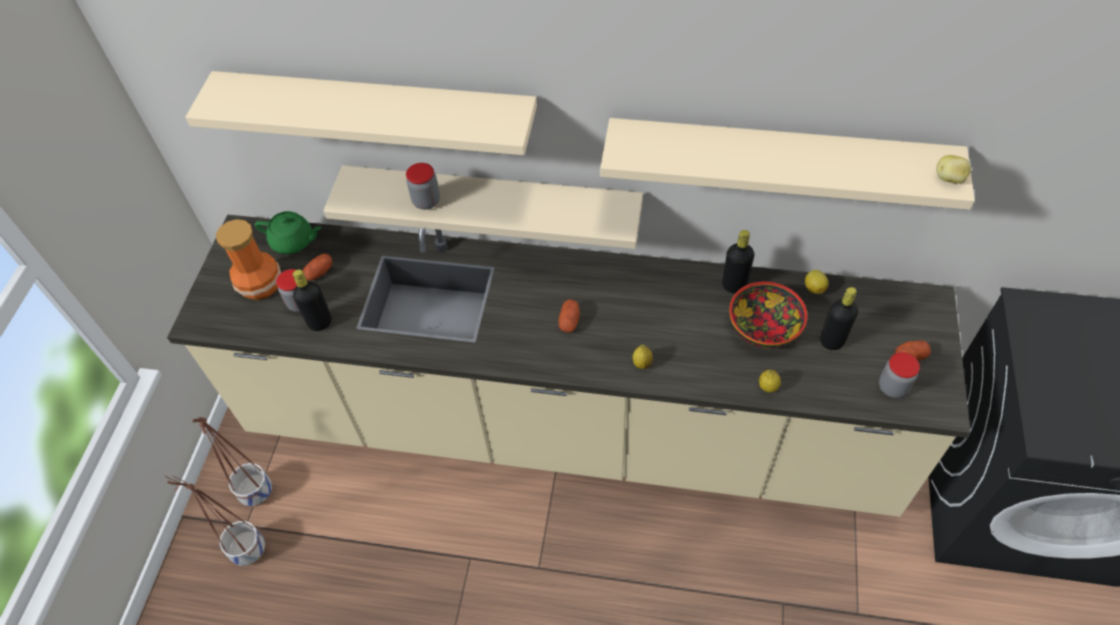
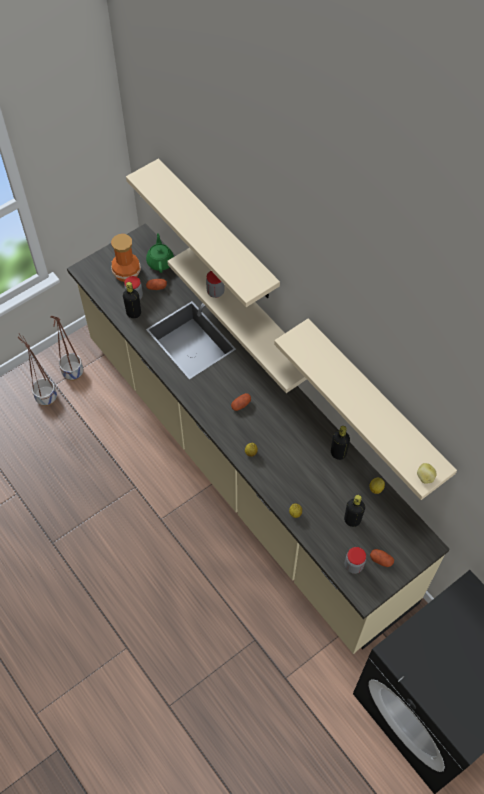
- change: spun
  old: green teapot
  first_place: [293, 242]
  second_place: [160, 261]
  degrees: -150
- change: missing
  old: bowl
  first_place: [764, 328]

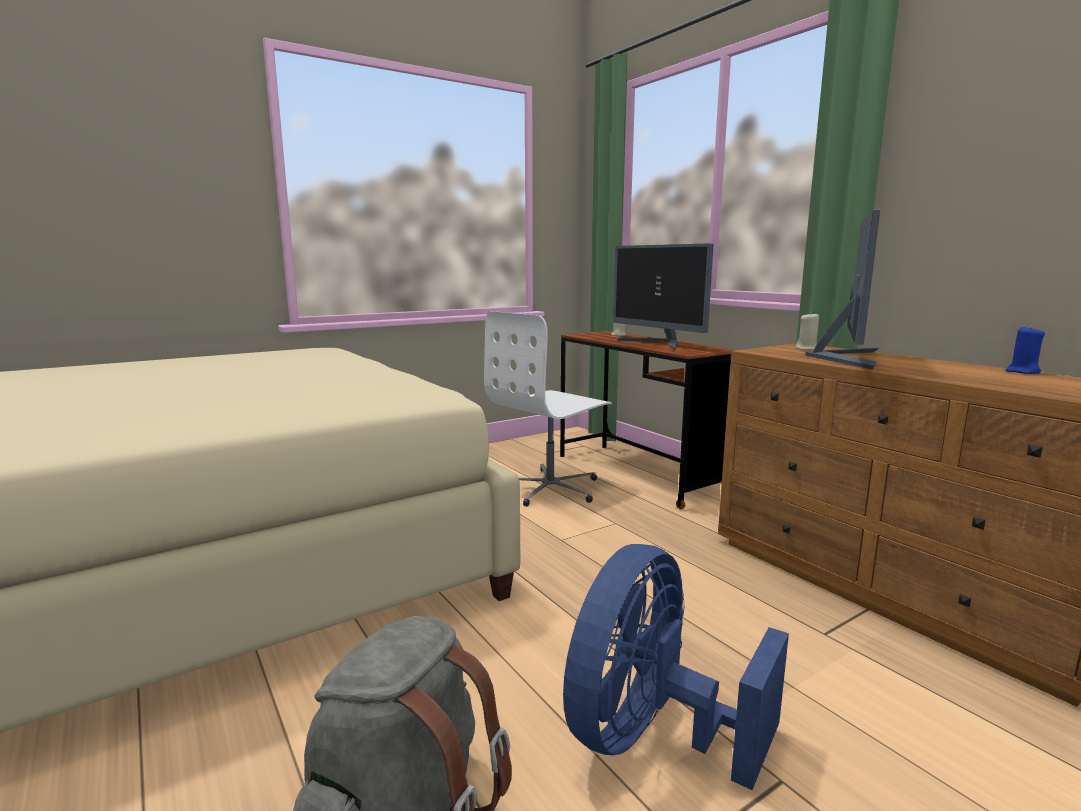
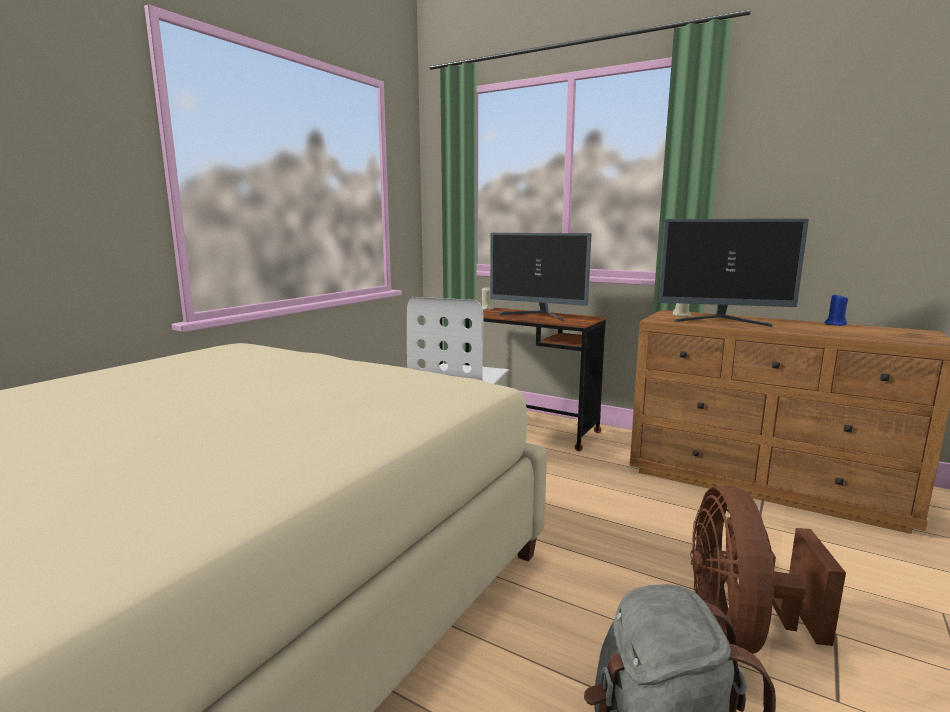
- change: spun
  old: monitor
  first_place: [845, 357]
  second_place: [722, 321]
  degrees: 105
- change: colour
  old: blue fan
  new: brown fan
  first_place: [653, 736]
  second_place: [740, 632]

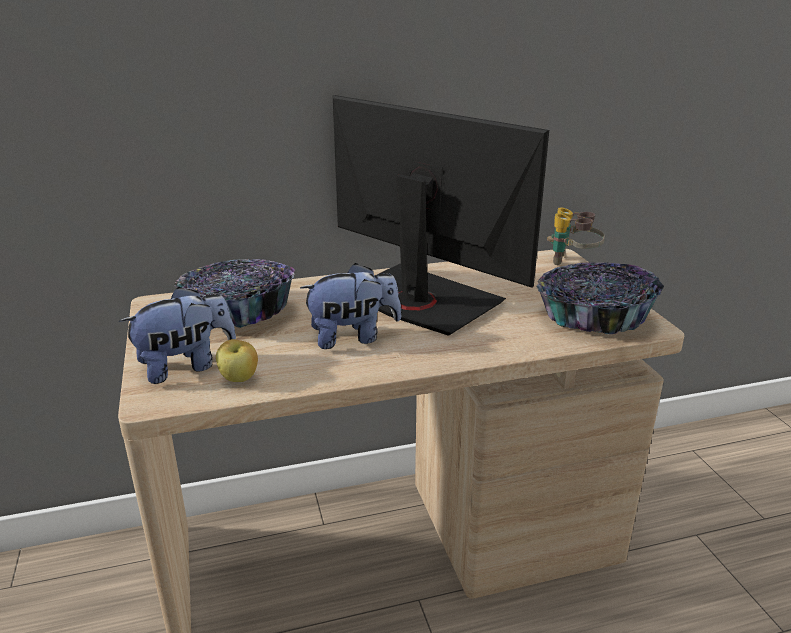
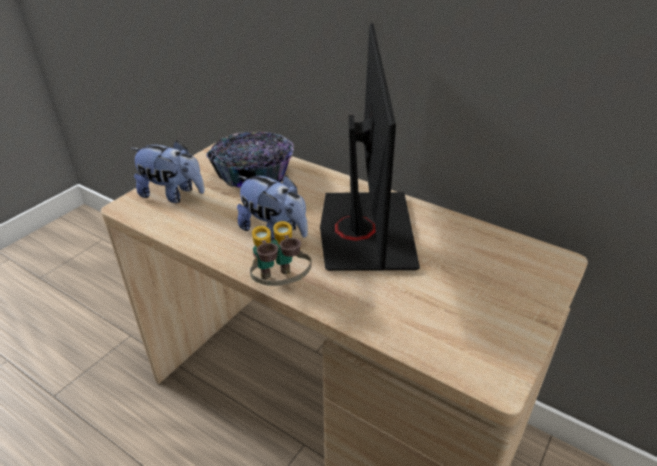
- change: relocated
  old: binoculars
  first_place: [572, 262]
  second_place: [280, 285]
- change: missing
  old: bowl
  first_place: [594, 317]
- change: missing
  old: apple
  first_place: [239, 379]

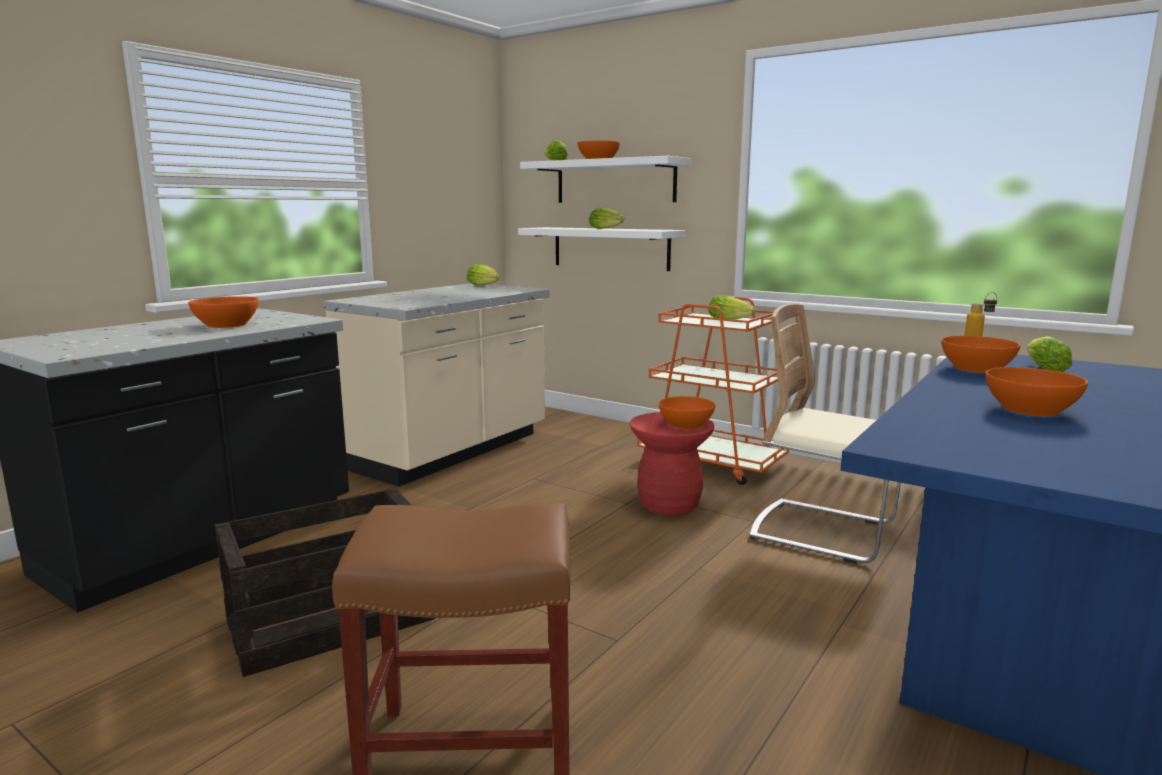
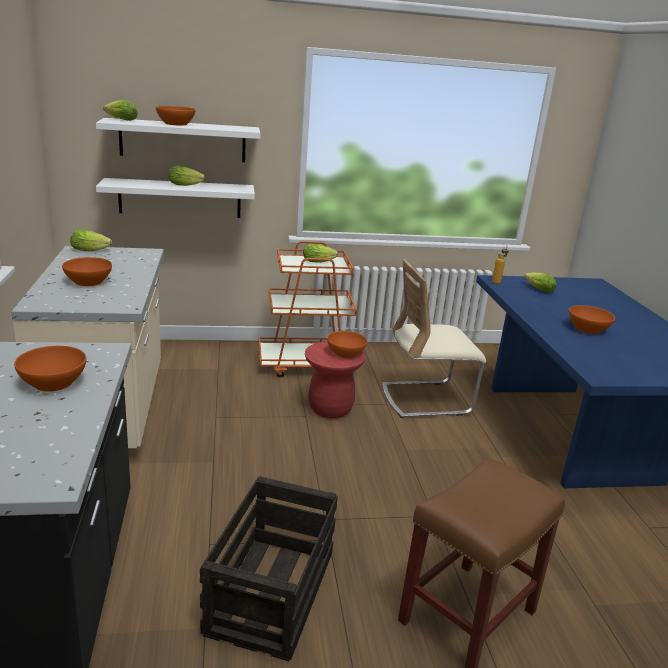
- change: relocated
  old: orange bowl
  first_place: [976, 368]
  second_place: [88, 282]

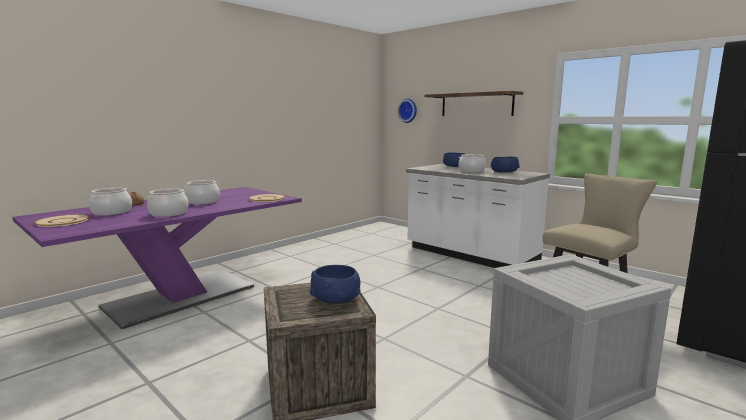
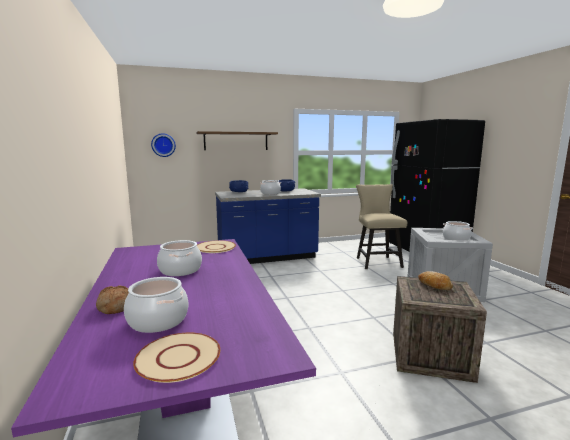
- change: colour
  old: white counter
  new: blue counter
  first_place: [470, 255]
  second_place: [267, 257]
- change: relocated
  old: cooking pot
  first_place: [169, 213]
  second_place: [455, 239]
- change: exchanged
  old: blue bowl
  new: bread
  first_place: [335, 297]
  second_place: [434, 285]

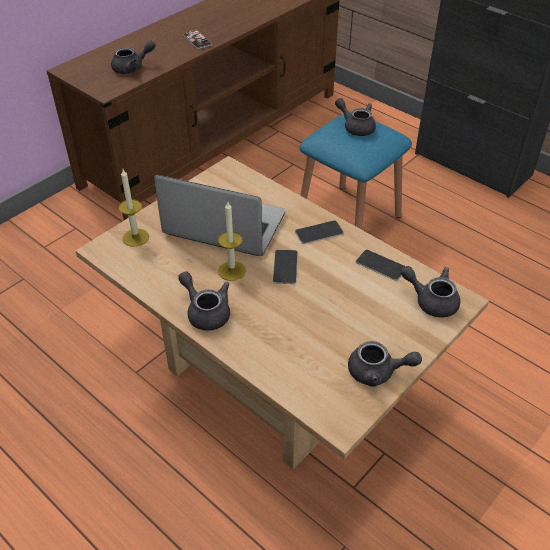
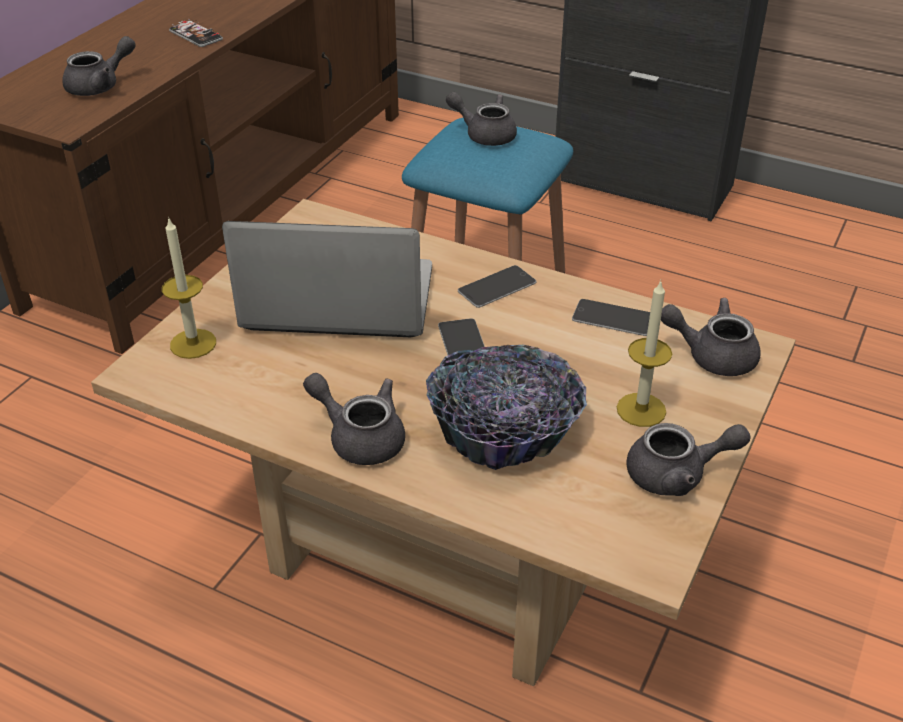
- change: relocated
  old: candle
  first_place: [232, 271]
  second_place: [641, 410]
- change: appeared
  new: bowl
  second_place: [505, 430]

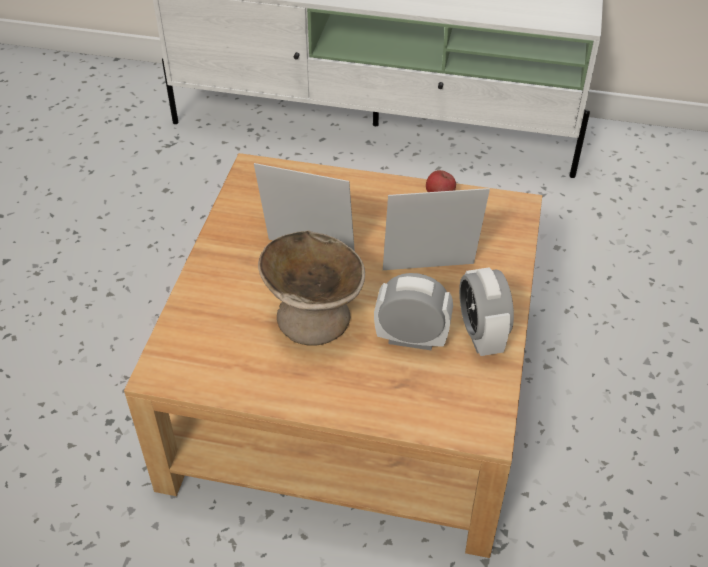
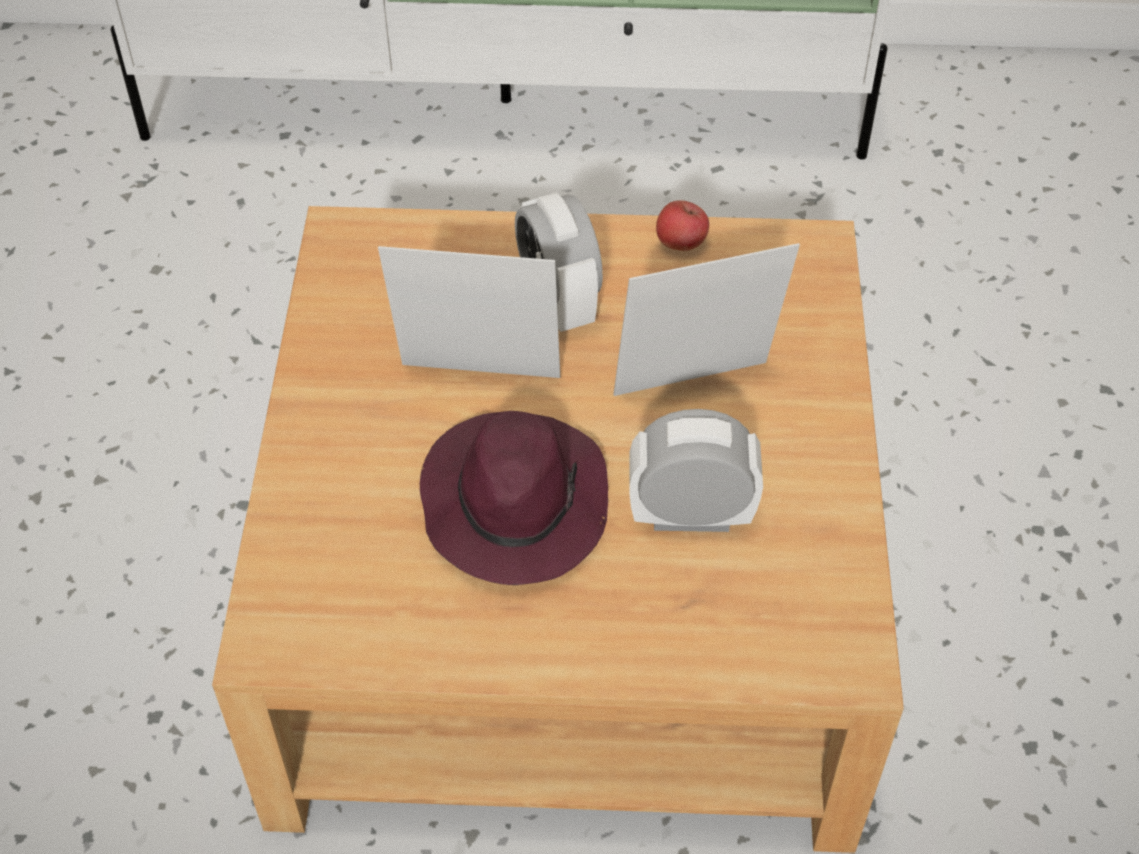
- change: exchanged
  old: beige bowl
  new: purple hat
  first_place: [313, 318]
  second_place: [514, 502]
- change: relocated
  old: alarm clock
  first_place: [481, 335]
  second_place: [558, 301]

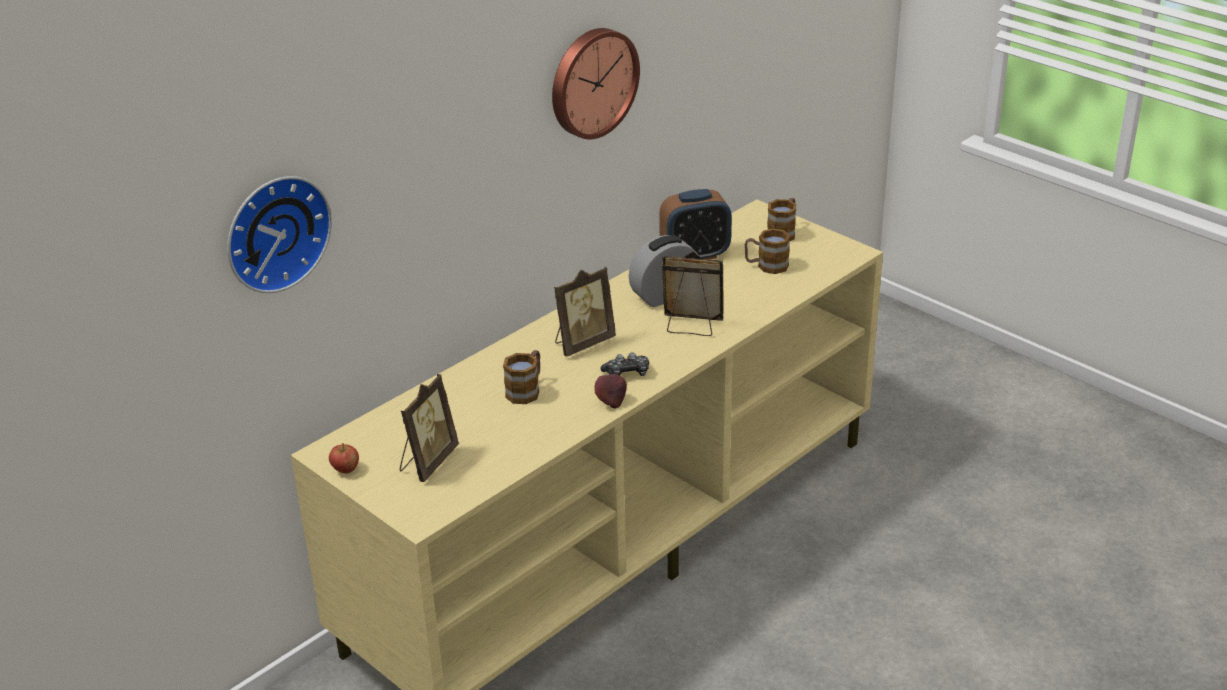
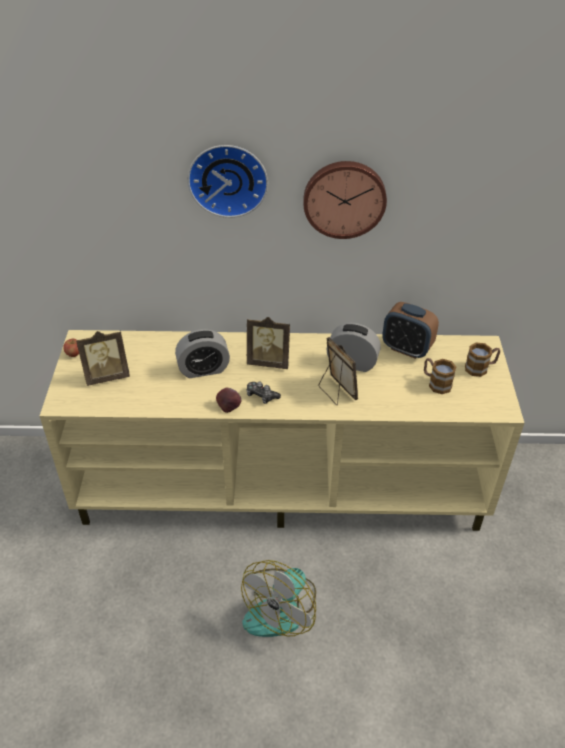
- change: relocated
  old: wall clock
  first_place: [274, 231]
  second_place: [228, 179]
- change: exchanged
  old: mug
  new: alarm clock
  first_place: [526, 390]
  second_place: [203, 369]
- change: appeared
  new: fan
  second_place: [281, 607]

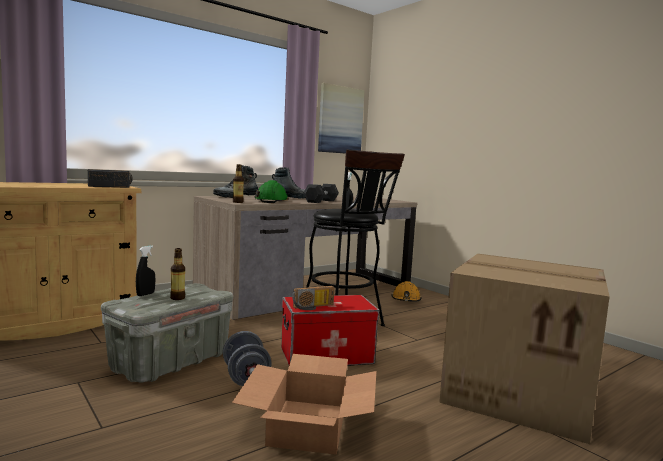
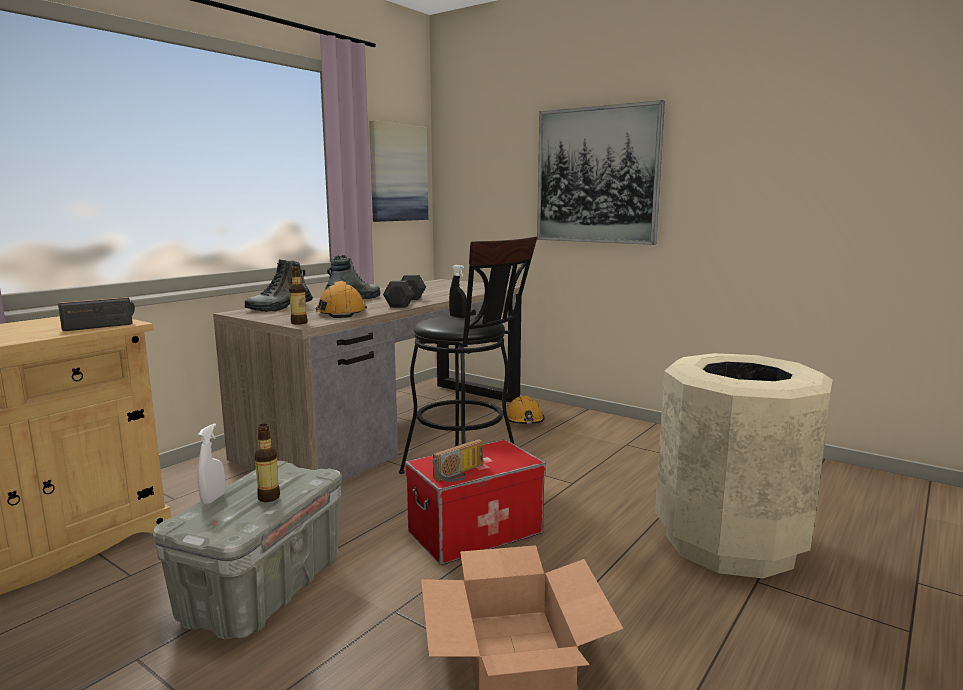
- change: colour
  old: green hard hat
  new: orange hard hat
  first_place: [271, 201]
  second_place: [341, 312]
- change: colour
  old: black spray bottle
  new: white spray bottle
  first_place: [145, 294]
  second_place: [213, 499]
- change: exchanged
  old: cardboard box
  new: beige trash can
  first_place: [520, 393]
  second_place: [730, 542]
- change: missing
  old: grey dumbbell
  first_place: [245, 377]
- change: appeared
  new: picture
  second_place: [597, 175]

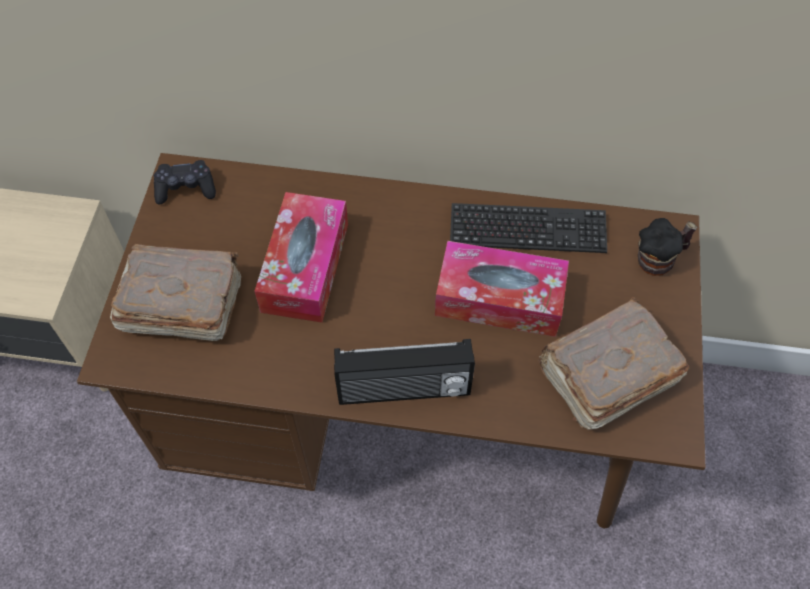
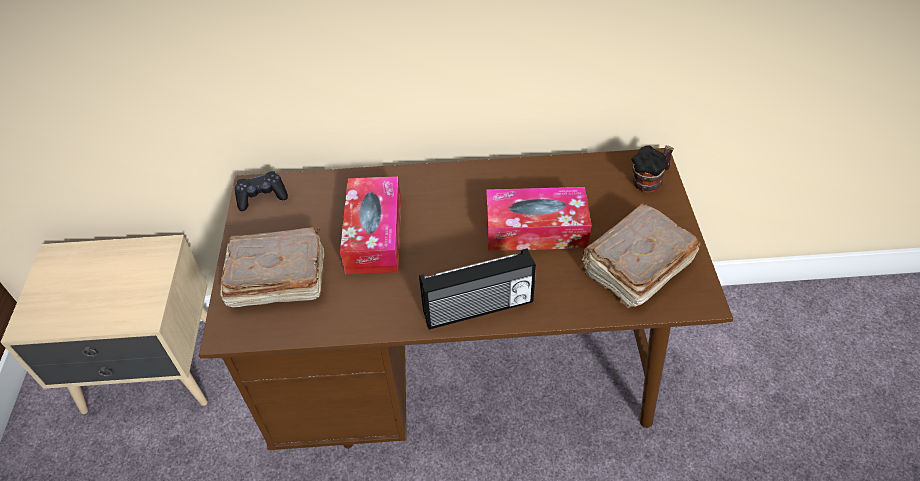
- change: missing
  old: keyboard
  first_place: [527, 230]

